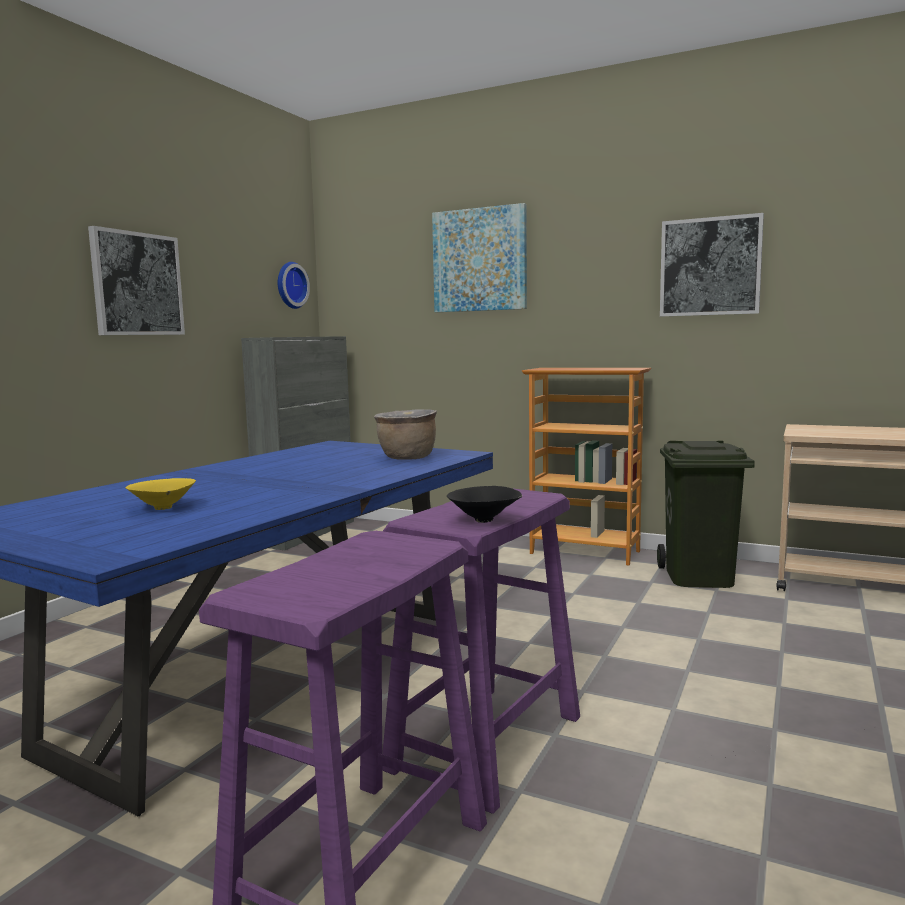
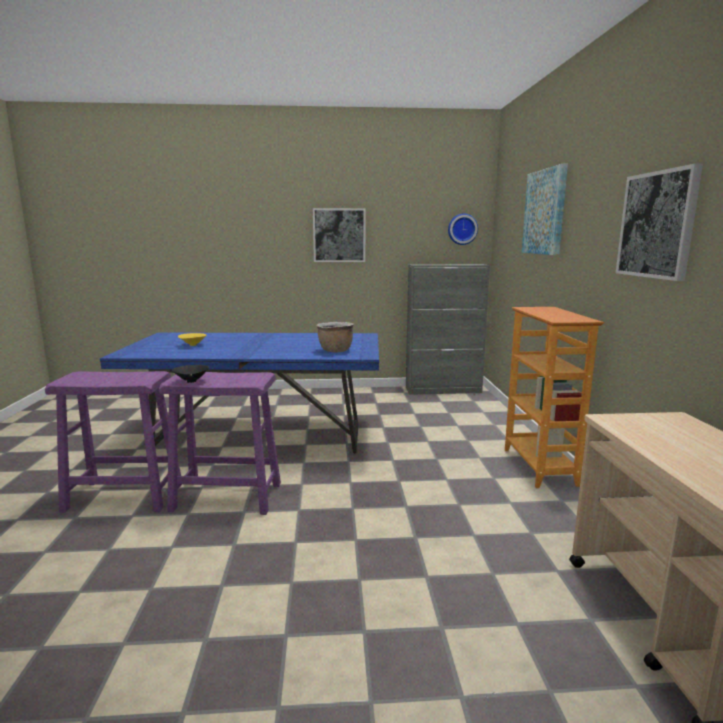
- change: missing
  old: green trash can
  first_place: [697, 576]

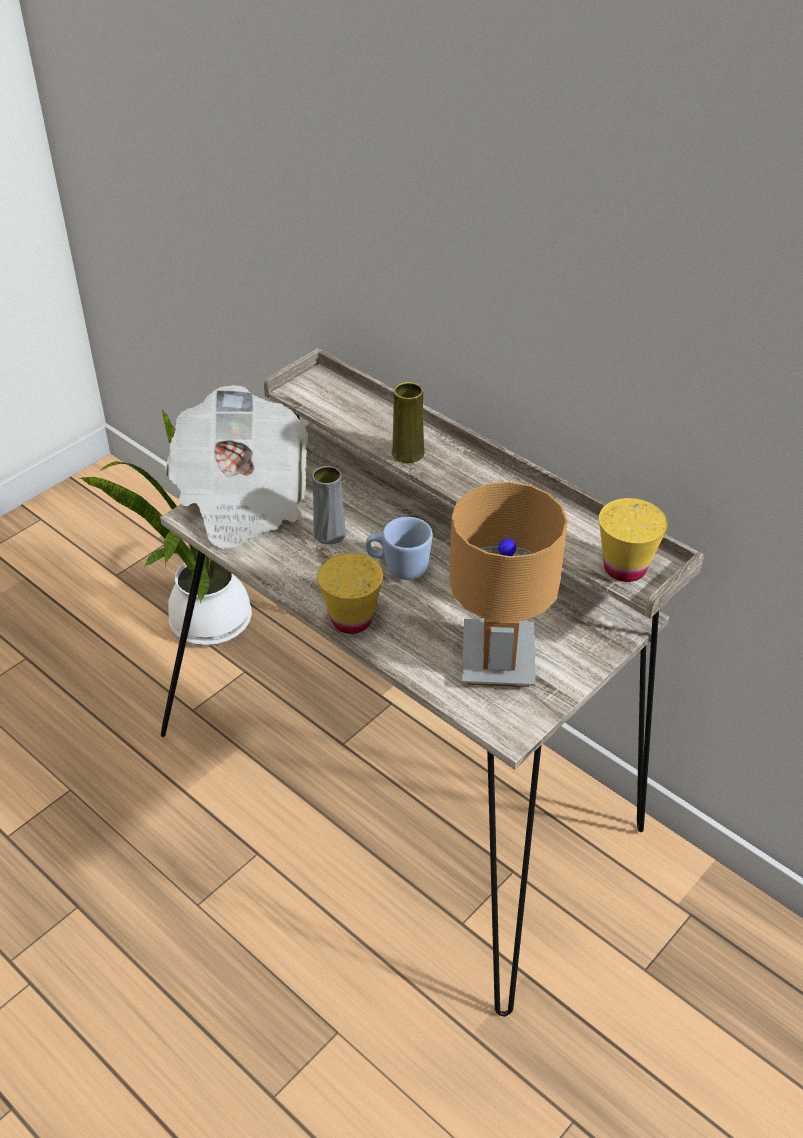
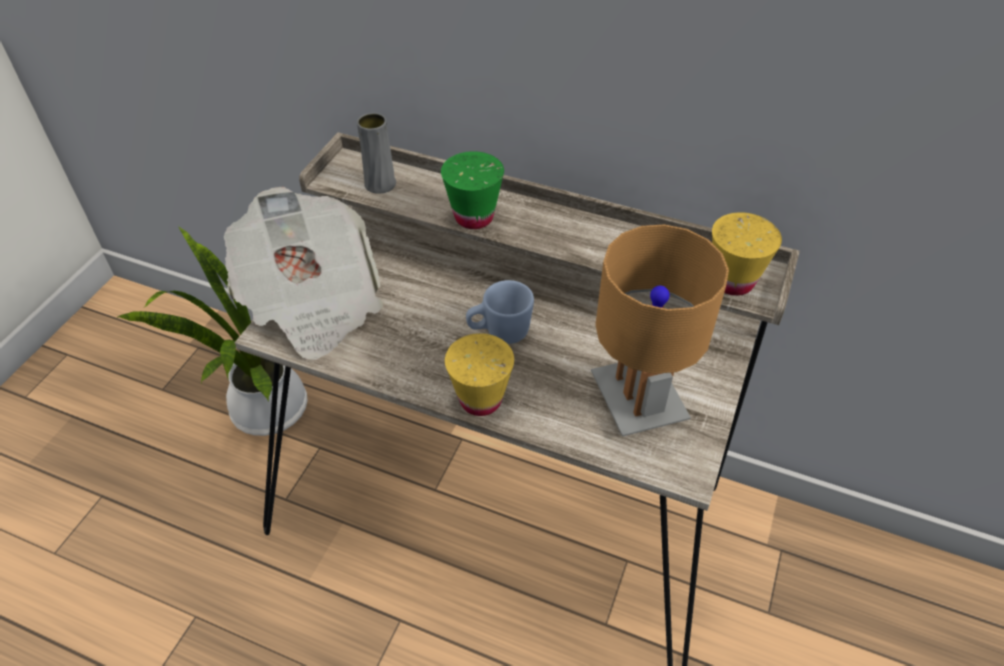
- change: exchanged
  old: yellow vase
  new: green cup
  first_place: [408, 453]
  second_place: [474, 217]
- change: relocated
  old: grey vase
  first_place: [329, 534]
  second_place: [380, 184]

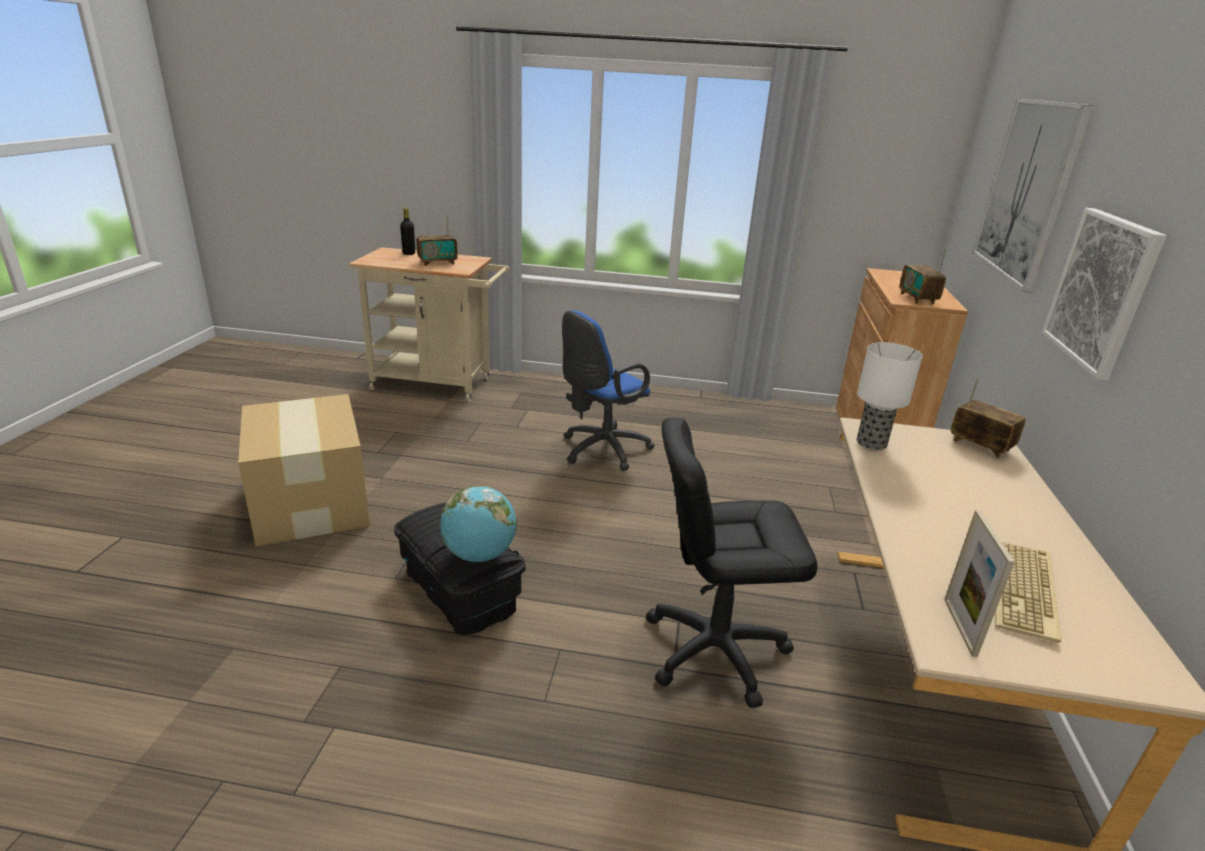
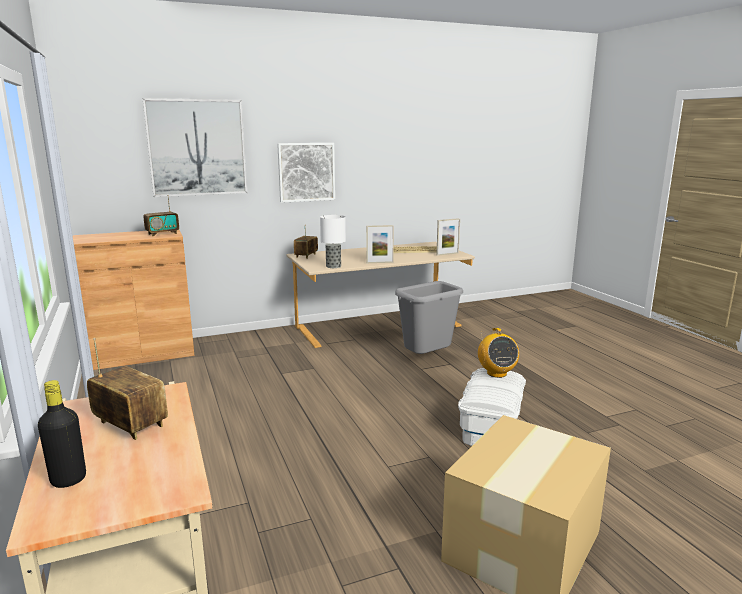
- change: missing
  old: blue office chair
  first_place: [601, 450]
- change: exchanged
  old: black office chair
  new: grey trash can
  first_place: [714, 649]
  second_place: [426, 359]
- change: exchanged
  old: globe
  new: radio
  first_place: [479, 555]
  second_place: [496, 373]
- change: colour
  old: black storage box
  new: white storage box
  first_place: [460, 589]
  second_place: [490, 426]
- change: appeared
  new: picture frame
  second_place: [379, 262]

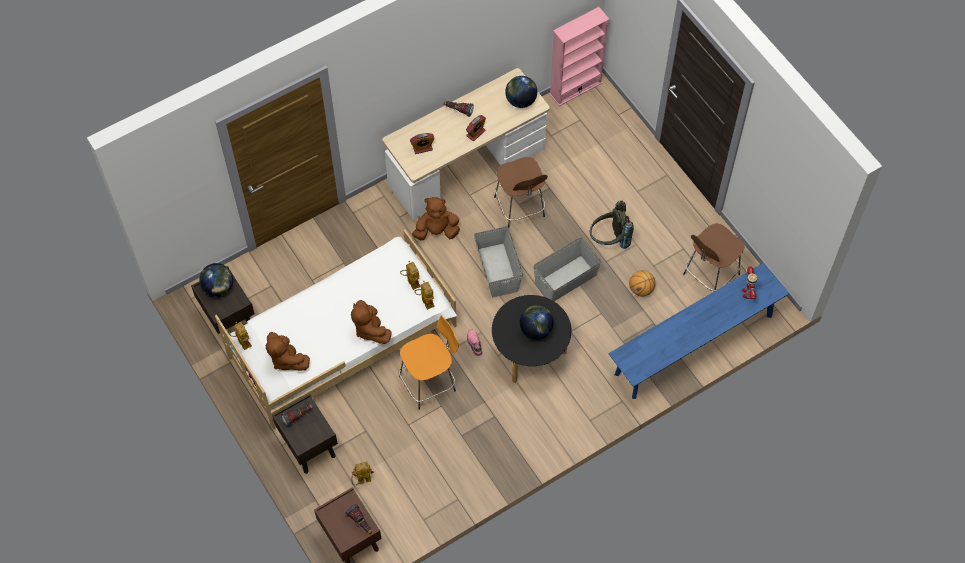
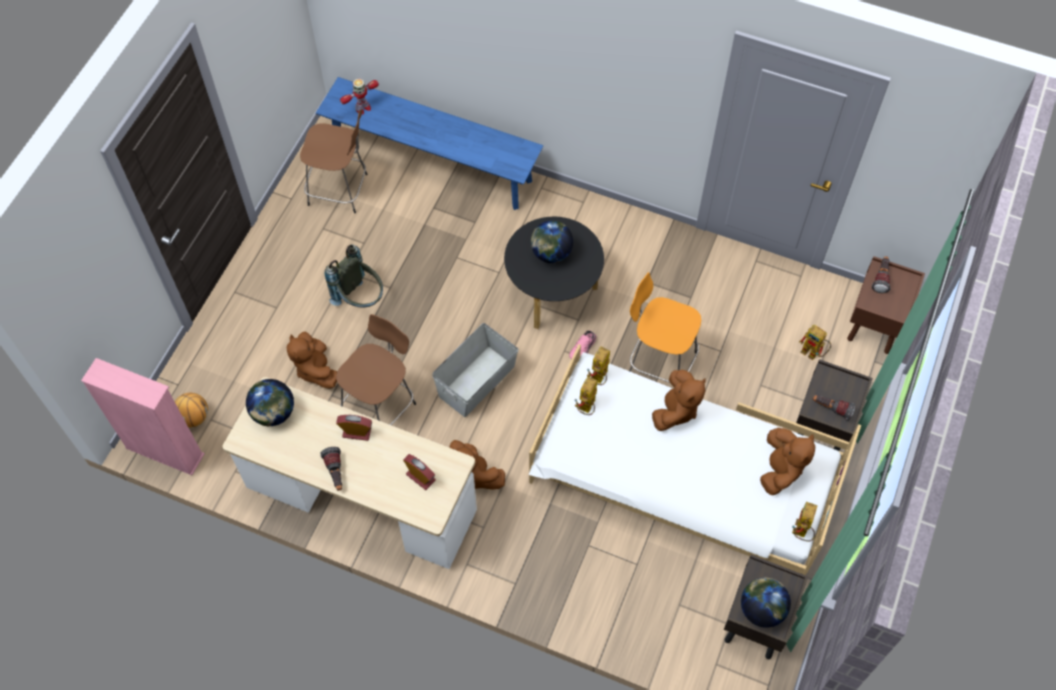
- change: missing
  old: grey storage box
  first_place: [566, 279]
- change: relocated
  old: basketball
  first_place: [641, 289]
  second_place: [194, 417]
- change: appeared
  new: brown plush toy
  second_place: [315, 369]

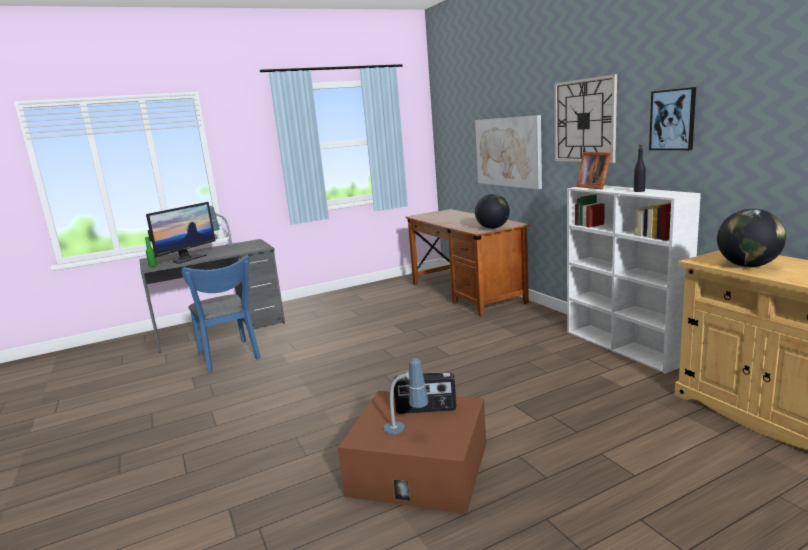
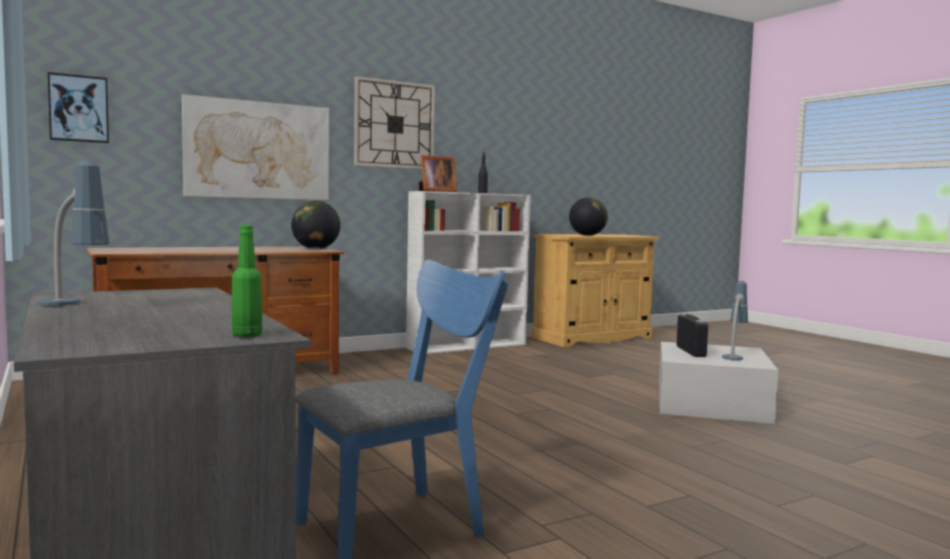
- change: relocated
  old: picture
  first_place: [673, 120]
  second_place: [78, 108]
- change: missing
  old: monitor
  first_place: [187, 259]
- change: colour
  old: brown storage box
  new: white storage box
  first_place: [419, 468]
  second_place: [711, 403]

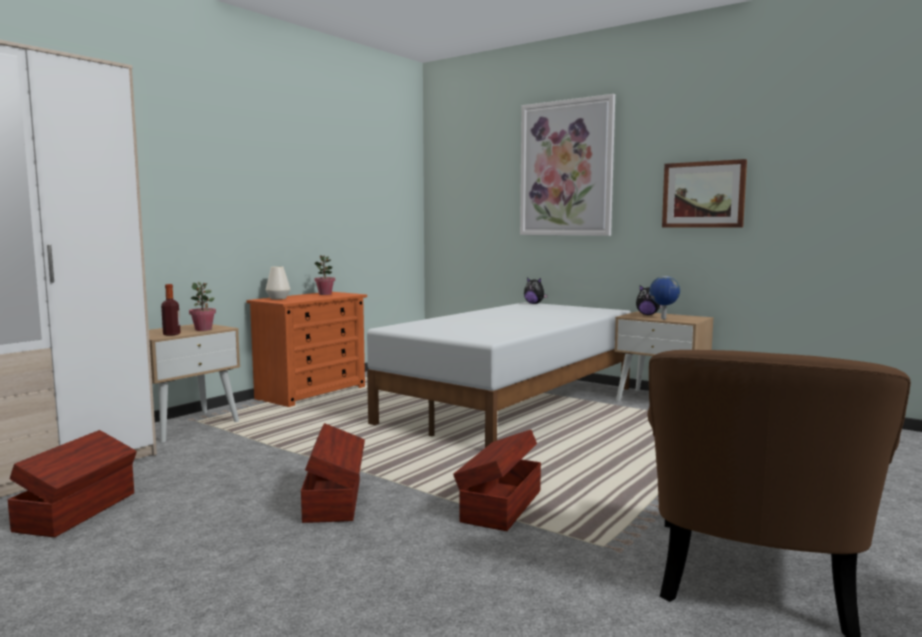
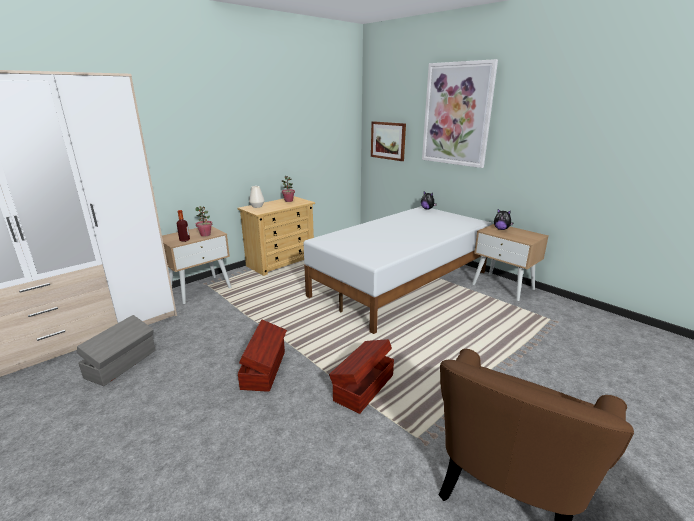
- change: relocated
  old: picture
  first_place: [703, 194]
  second_place: [388, 140]
- change: missing
  old: globe
  first_place: [663, 319]
- change: colour
  old: orange dresser
  new: beige dresser
  first_place: [312, 392]
  second_place: [281, 262]
- change: colour
  old: brown storage box
  new: grey storage box
  first_place: [79, 511]
  second_place: [122, 364]

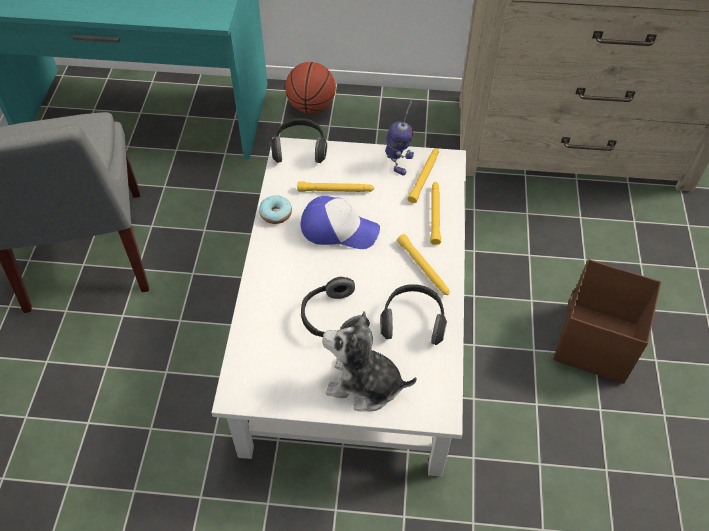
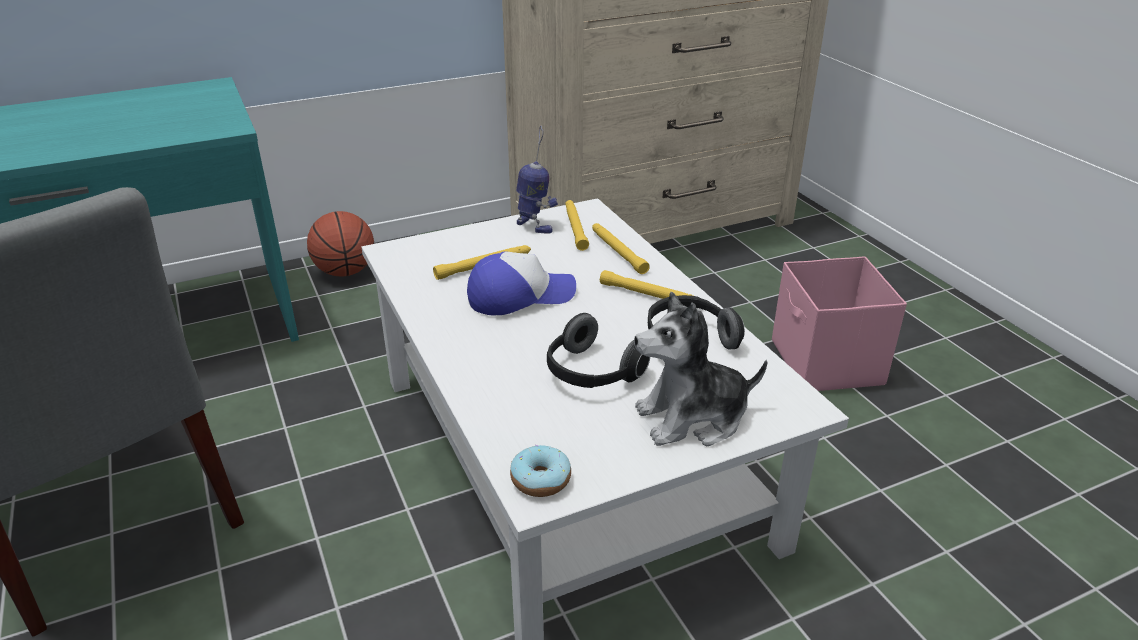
- change: missing
  old: headphones
  first_place: [300, 149]
- change: relocated
  old: donut
  first_place: [276, 214]
  second_place: [541, 480]
- change: colour
  old: brown storage box
  new: pink storage box
  first_place: [594, 343]
  second_place: [826, 363]

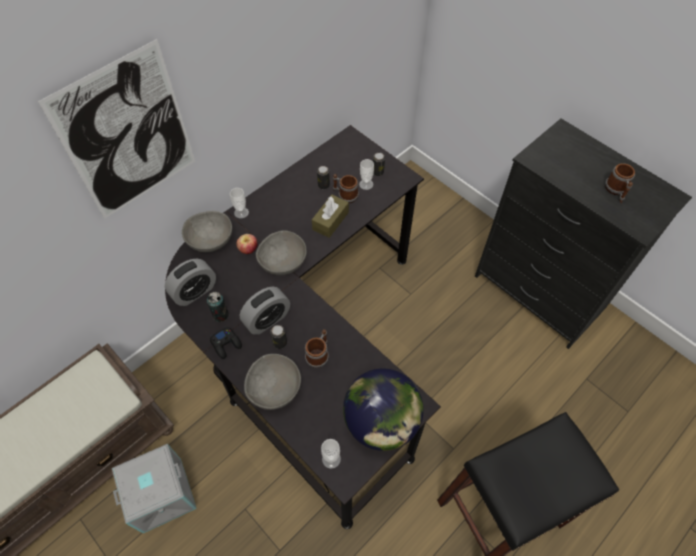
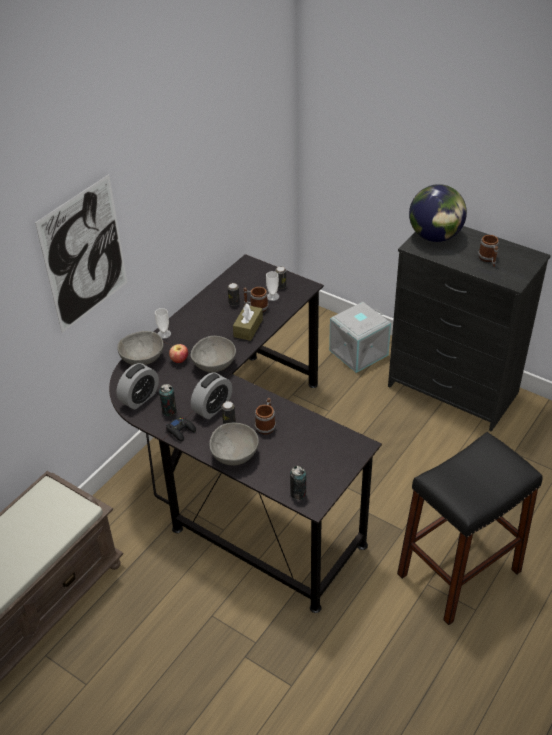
- change: relocated
  old: globe
  first_place: [381, 422]
  second_place: [435, 237]
- change: exchanged
  old: cup
  new: can
  first_place: [331, 459]
  second_place: [298, 494]
- change: relocated
  old: grey storage box
  first_place: [162, 493]
  second_place: [358, 352]

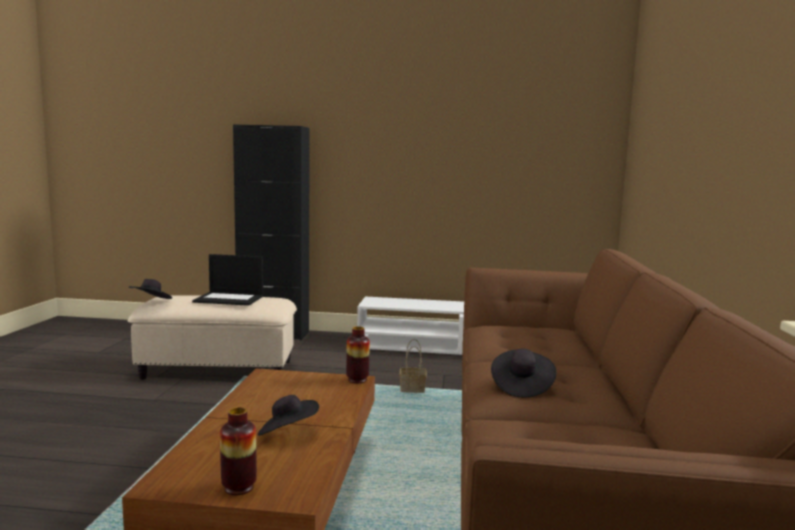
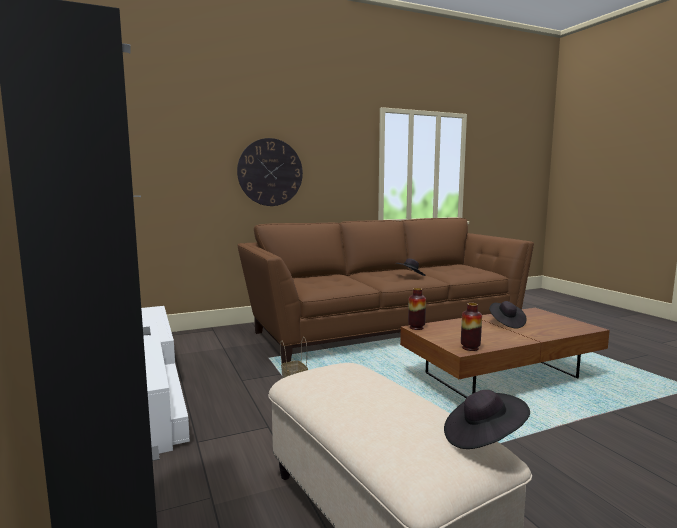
- change: missing
  old: laptop
  first_place: [230, 299]
- change: relocated
  old: vase
  first_place: [239, 487]
  second_place: [470, 348]
- change: appeared
  new: wall clock
  second_place: [270, 172]

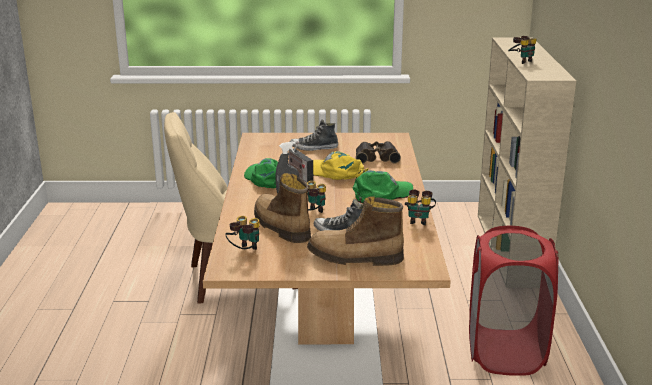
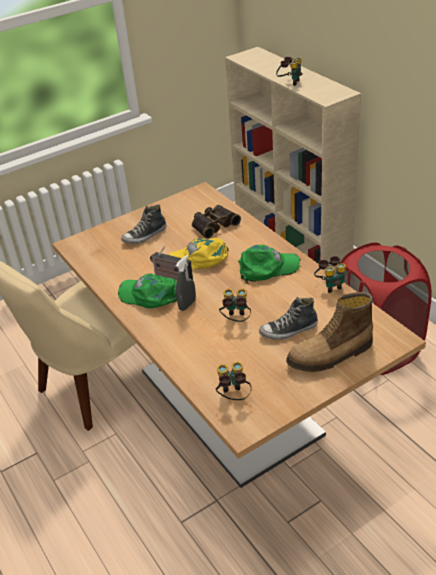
- change: spun
  old: green cap
  first_place: [382, 194]
  second_place: [268, 268]
  degrees: 45
- change: missing
  old: boot
  first_place: [280, 227]

